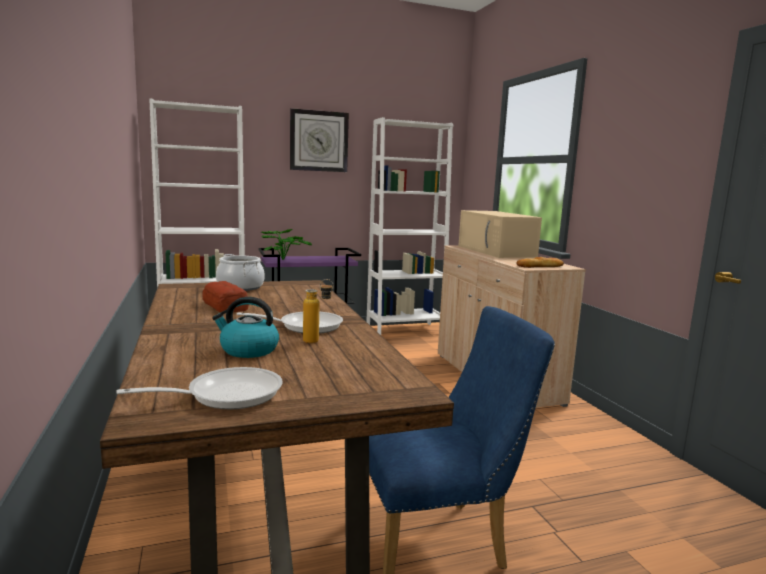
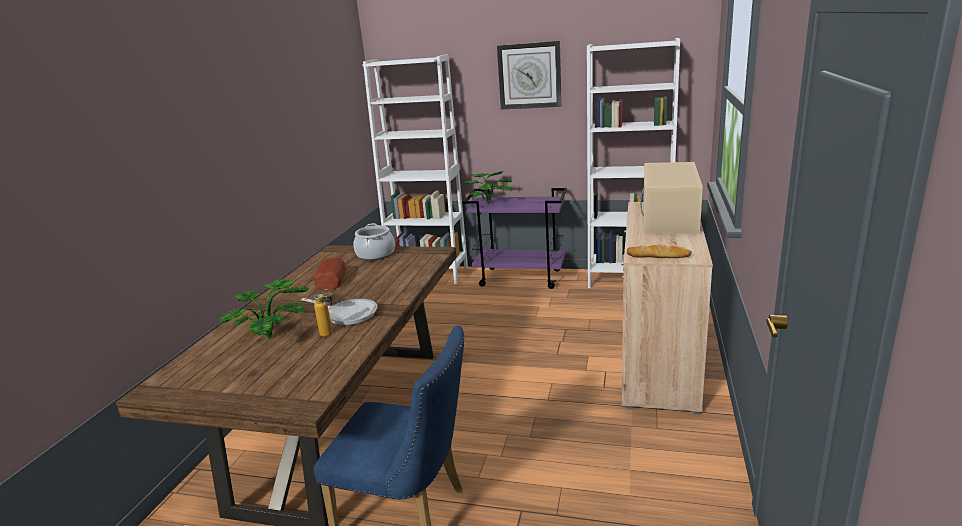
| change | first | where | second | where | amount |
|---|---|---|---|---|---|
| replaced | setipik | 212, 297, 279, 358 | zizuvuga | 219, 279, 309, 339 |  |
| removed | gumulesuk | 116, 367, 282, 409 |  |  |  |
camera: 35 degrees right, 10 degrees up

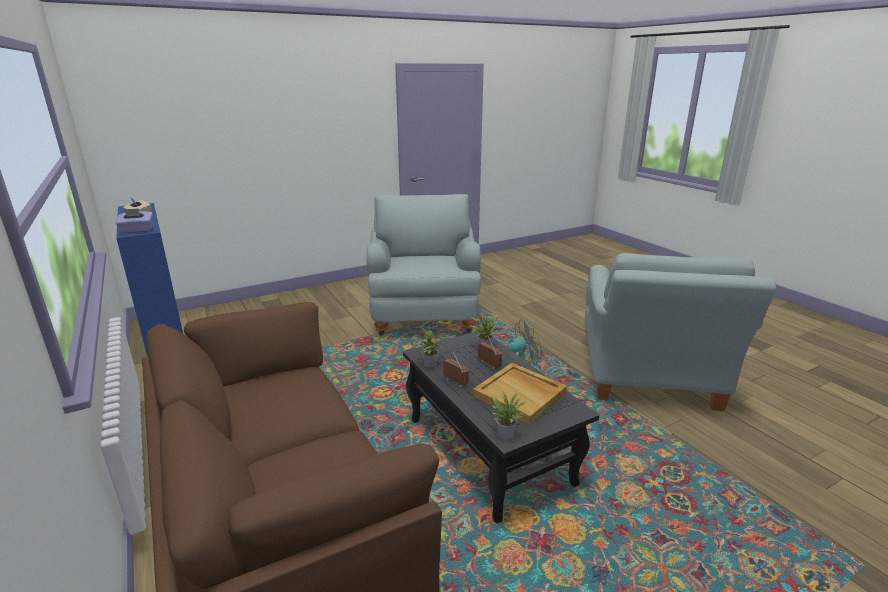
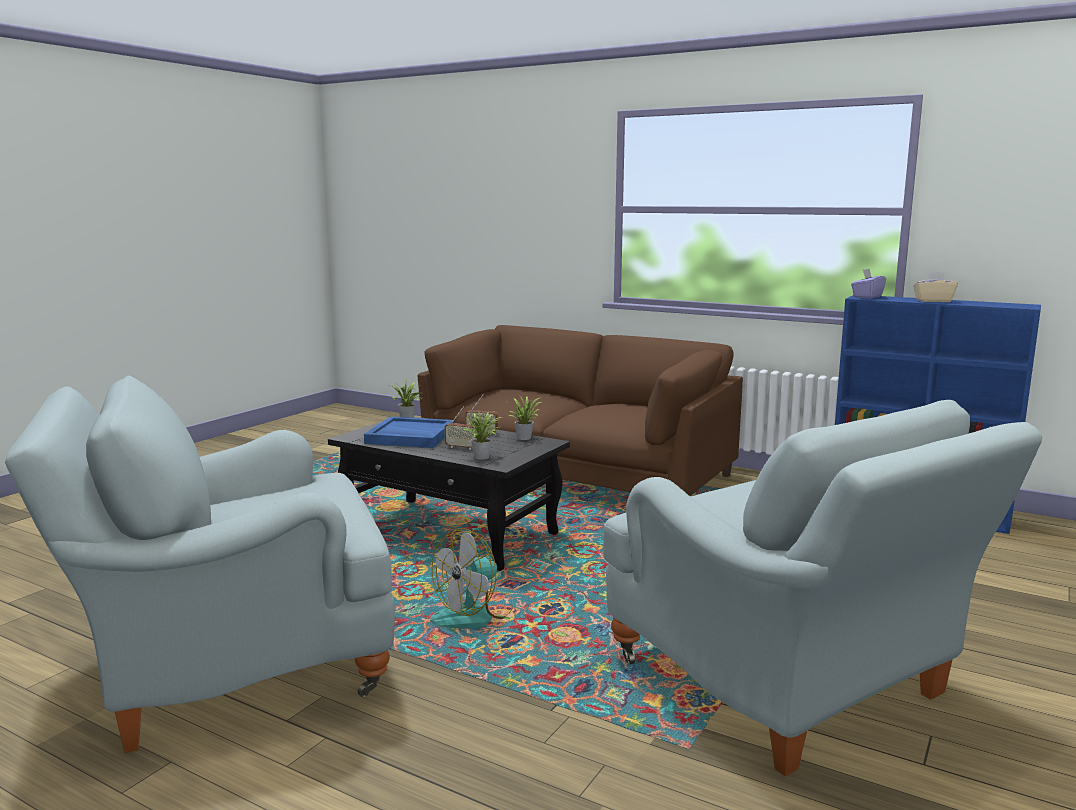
| change | first | where | second | where | amount |
|---|---|---|---|---|---|
| turned | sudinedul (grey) | 585, 253, 776, 411 |  | 5, 376, 395, 753 | 90 degrees counterclockwise |
| recoloured | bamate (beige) | 473, 363, 567, 425 | bamate (blue) | 364, 417, 455, 448 |  |
camera: 150 degrees right, 10 degrees down

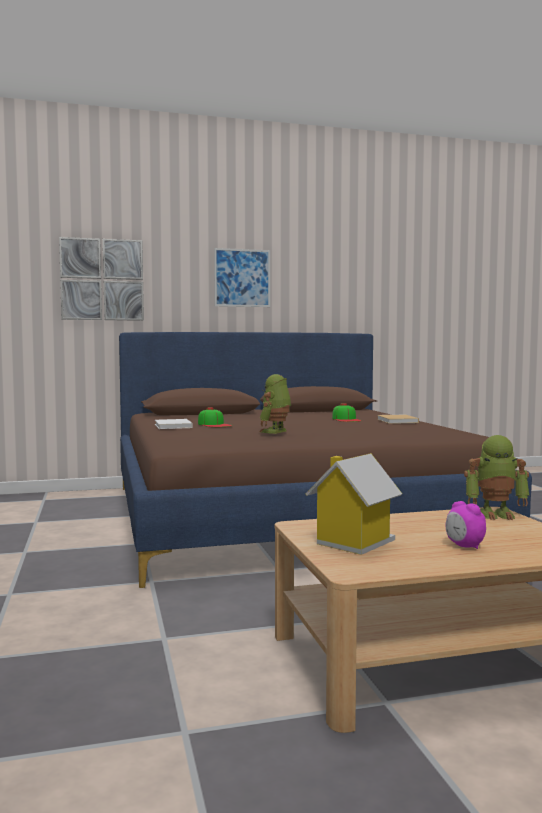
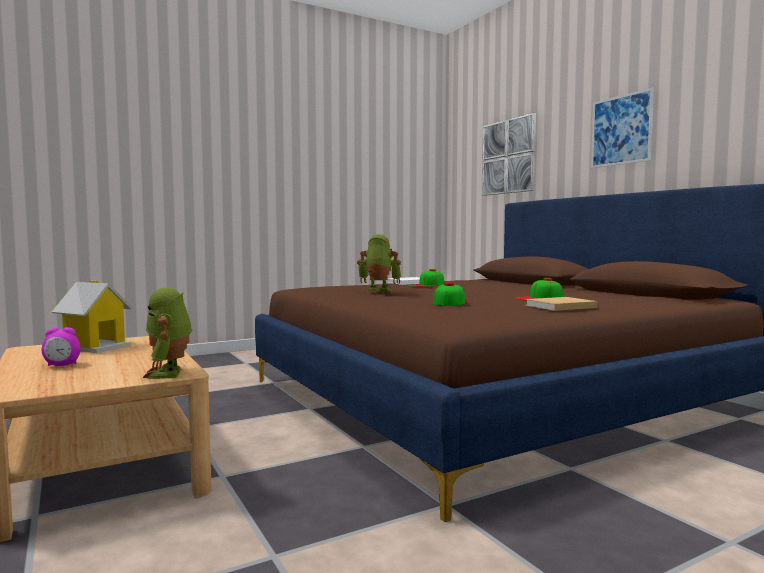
| change | first | where | second | where | amount |
|---|---|---|---|---|---|
| turned | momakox | 446, 501, 486, 549 |  | 42, 327, 80, 366 | 150 degrees counterclockwise |
| added |  |  | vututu | 433, 282, 468, 306 |  |
camera: 75 degrees right, 0 degrees up

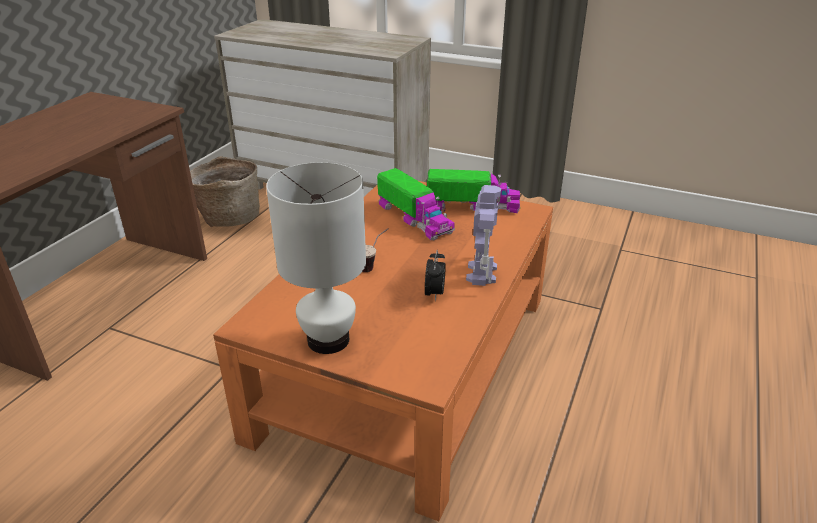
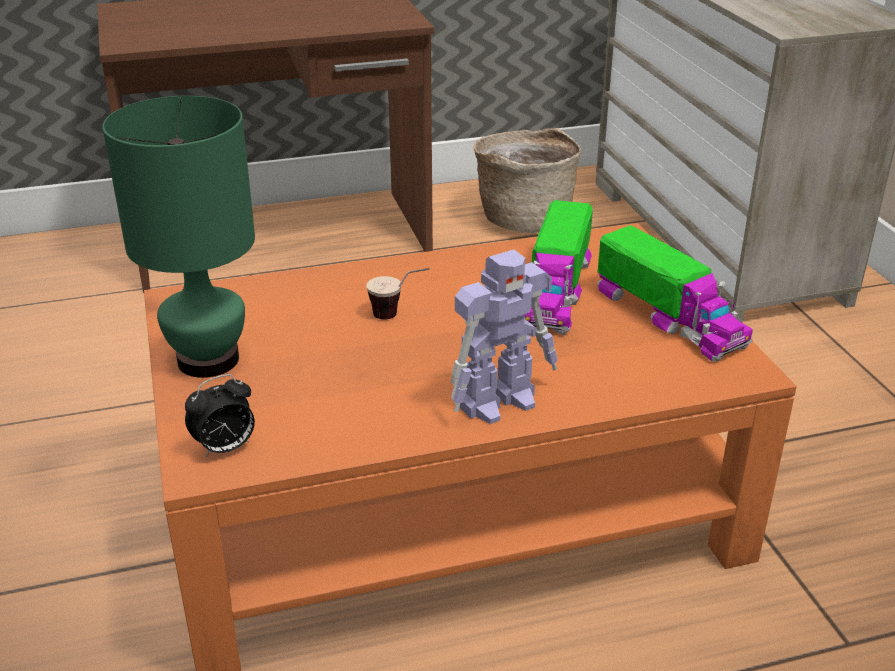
| change | first | where | second | where | amount |
|---|---|---|---|---|---|
| recoloured | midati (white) | 266, 162, 366, 354 | midati (green) | 102, 96, 255, 378 |  |
| moved | momakox | 425, 250, 446, 301 |  | 185, 374, 255, 458 |  |
camera: 50 degrees right, 0 degrees up

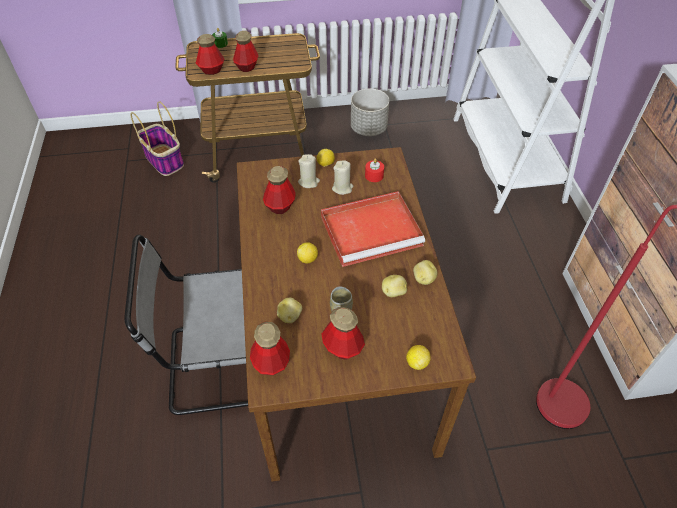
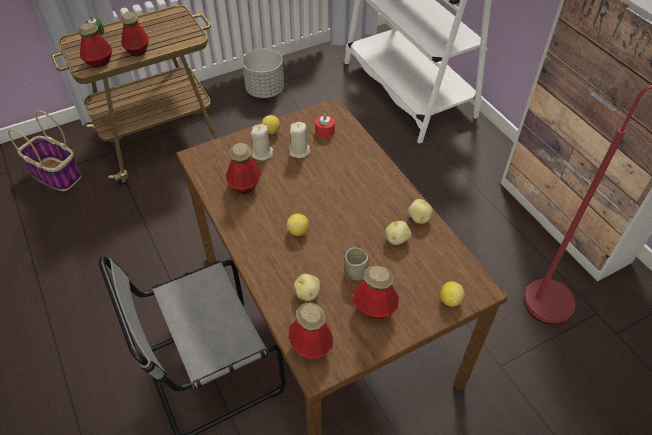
| change | first | where | second | where | amount |
|---|---|---|---|---|---|
| removed | bamate (red) | 321, 191, 425, 267 |  |  |  |
camera: 20 degrees left, 0 degrees up

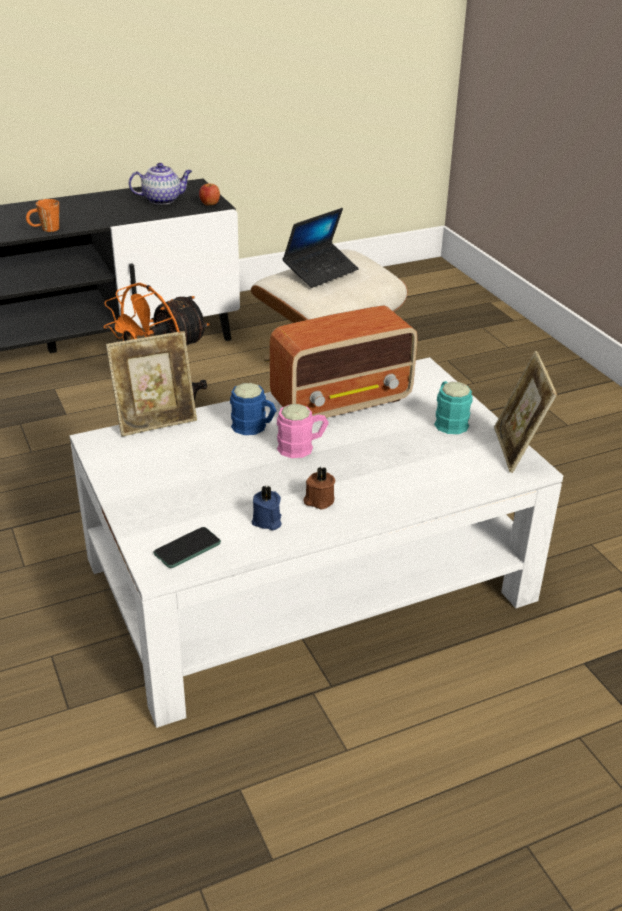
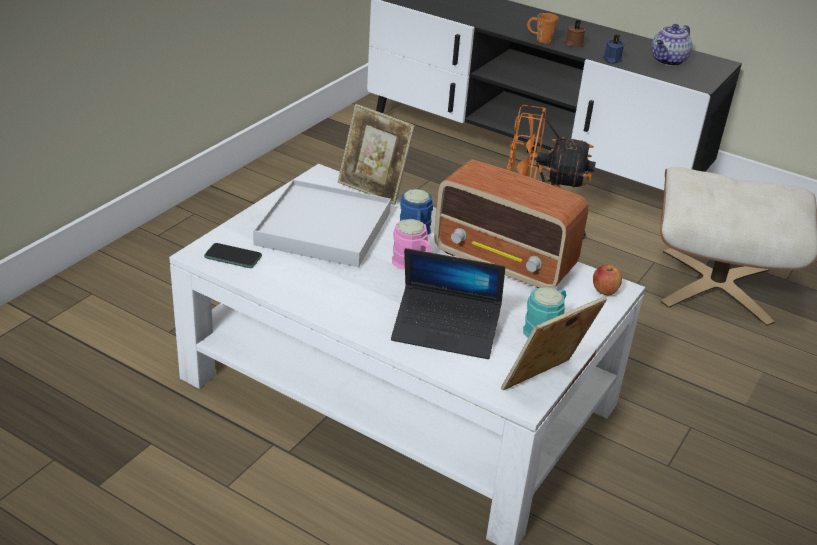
| change | first | where | second | where | amount |
|---|---|---|---|---|---|
| added |  |  | bamate (white) | 253, 180, 391, 267 |  |
| moved | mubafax | 282, 208, 359, 288 |  | 391, 248, 505, 359 |  |
| moved | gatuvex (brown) | 303, 467, 335, 510 |  | 564, 20, 585, 48 |  |
| moved | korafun | 199, 184, 220, 205 |  | 593, 265, 622, 295 |  |
| moved | gatuvex (blue) | 252, 486, 281, 530 |  | 603, 34, 625, 64 |  |
| turned | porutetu | 129, 163, 192, 205 |  | 651, 24, 692, 66 | 90 degrees clockwise |
camera: 55 degrees right, 0 degrees up

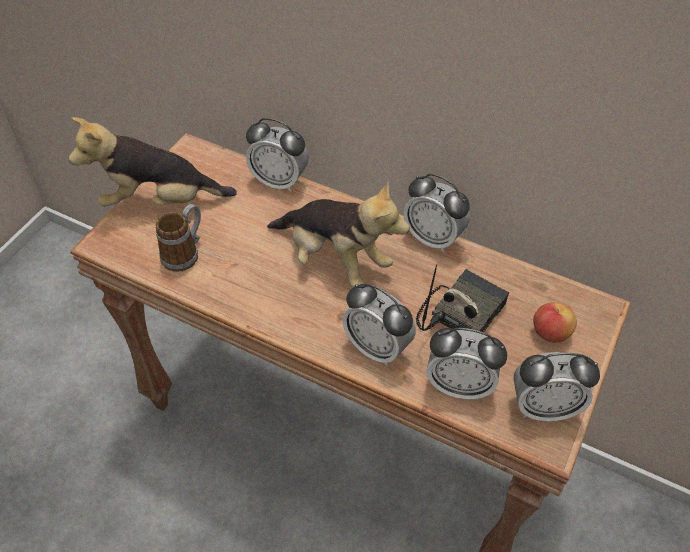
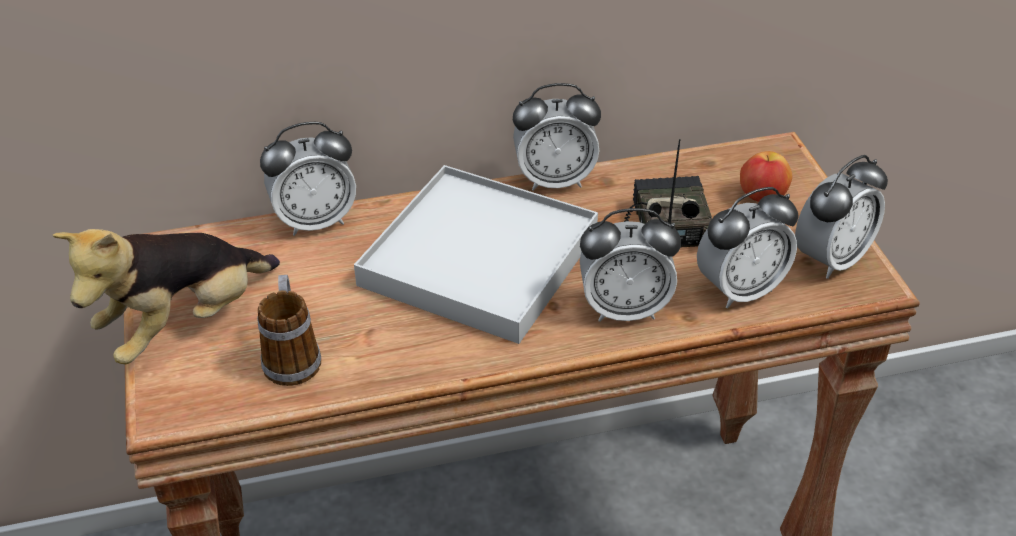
| change | first | where | second | where | amount |
|---|---|---|---|---|---|
| replaced | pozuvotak | 267, 181, 410, 287 | bamate (white) | 354, 165, 598, 344 |  |
camera: 40 degrees left, 10 degrees down

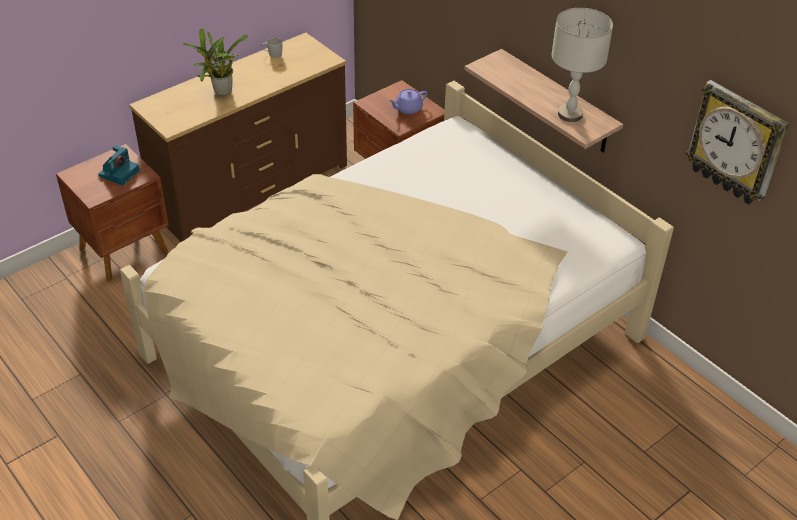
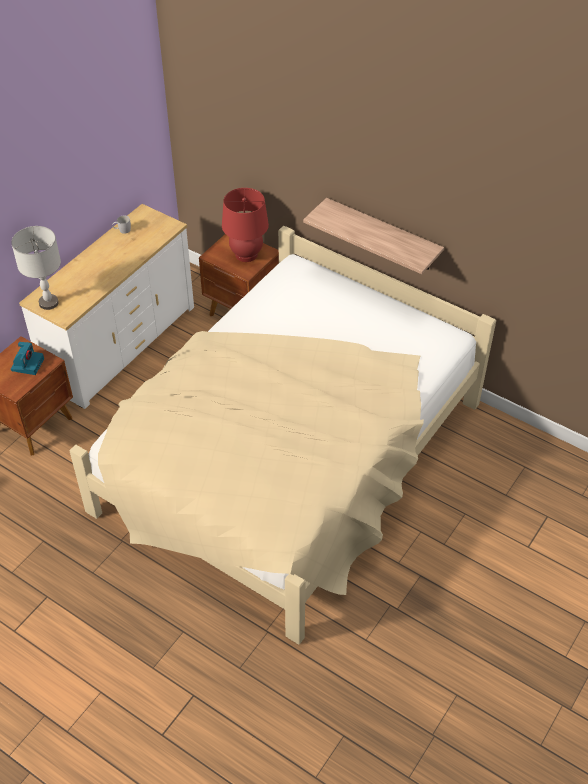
| change | first | where | second | where | amount |
|---|---|---|---|---|---|
| moved | midati (grey) | 551, 8, 613, 122 |  | 11, 226, 61, 310 |  |
| recoloured | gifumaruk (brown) | 129, 33, 347, 242 | gifumaruk (white) | 19, 204, 194, 409 |  |
| replaced | porutetu (purple) | 389, 89, 427, 114 | midati (red) | 222, 188, 269, 262 |  |
| removed | zizuvuga | 183, 28, 249, 96 |  |  |  |
| removed | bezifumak | 685, 80, 789, 205 |  |  |  |
camera: 15 degrees left, 5 degrees up

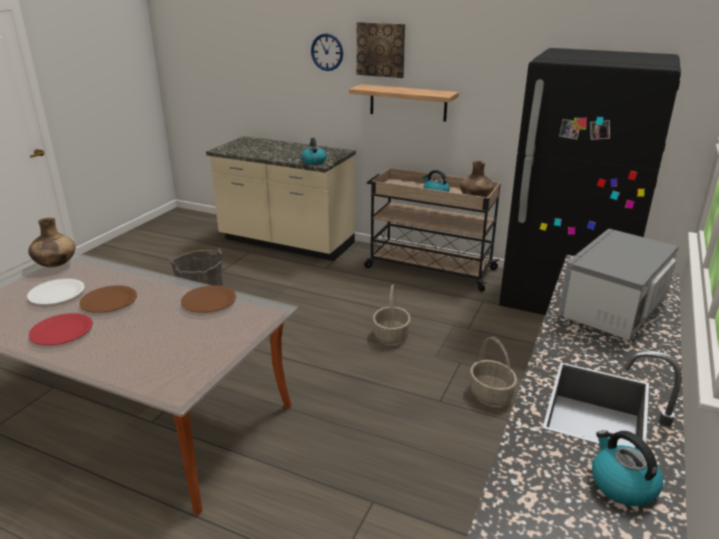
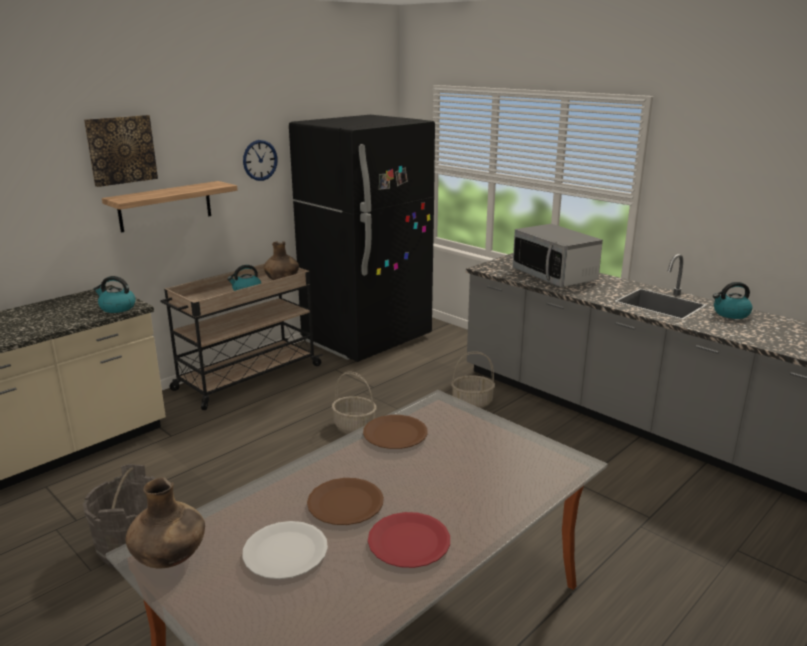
| change | first | where | second | where | amount |
|---|---|---|---|---|---|
| moved | bezifumak | 311, 33, 343, 71 |  | 243, 140, 278, 181 |  |
camera: 70 degrees left, 5 degrees down

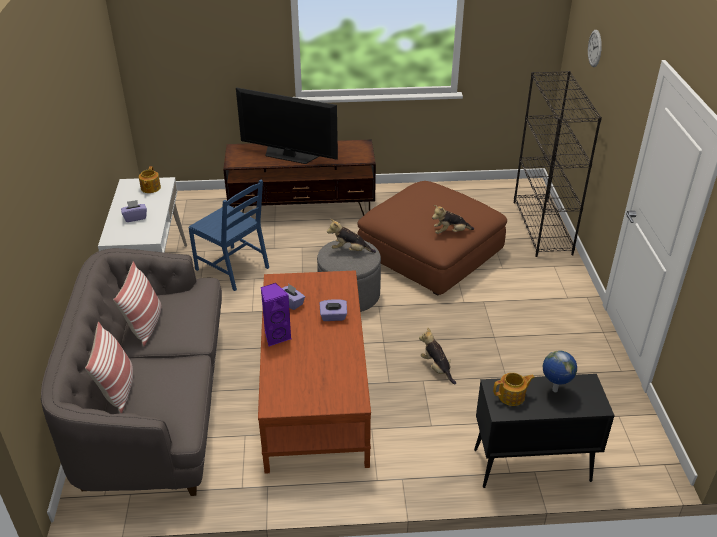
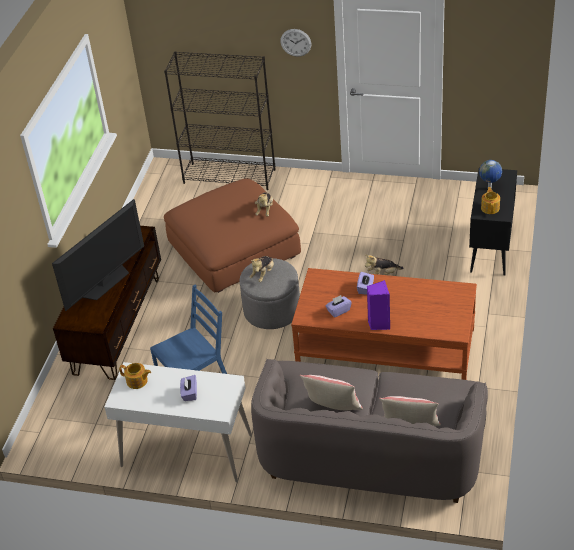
| change | first | where | second | where | amount |
|---|---|---|---|---|---|
| moved | bezifumak | 588, 30, 602, 67 |  | 280, 29, 311, 57 |  |
camera: 70 degrees left, 5 degrees up

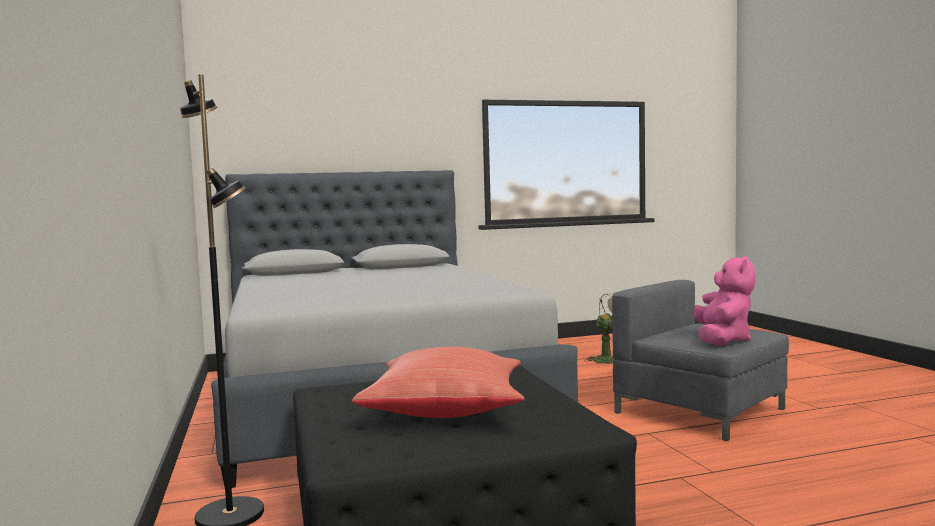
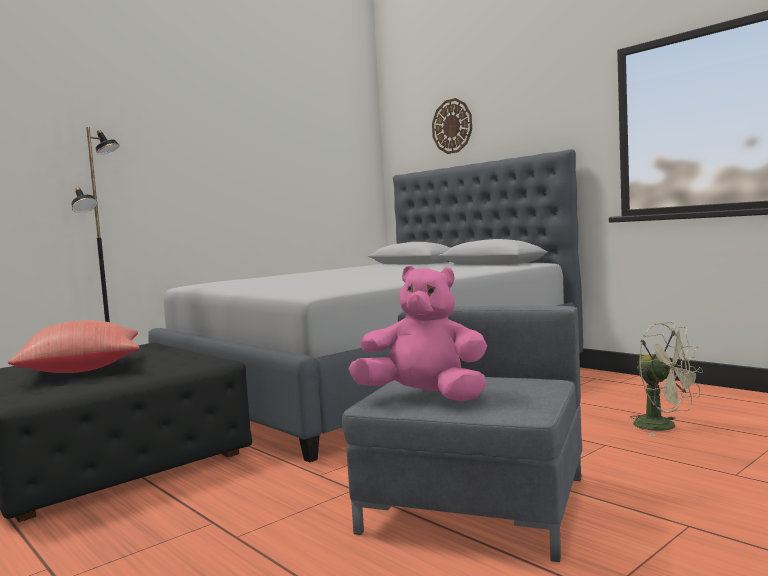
| change | first | where | second | where | amount |
|---|---|---|---|---|---|
| turned | pozuvotak (pink) | 694, 255, 755, 345 |  | 349, 266, 487, 401 | 150 degrees counterclockwise |
| added |  |  | bezifumak | 432, 98, 472, 154 |  |
camera: 65 degrees right, 0 degrees up

